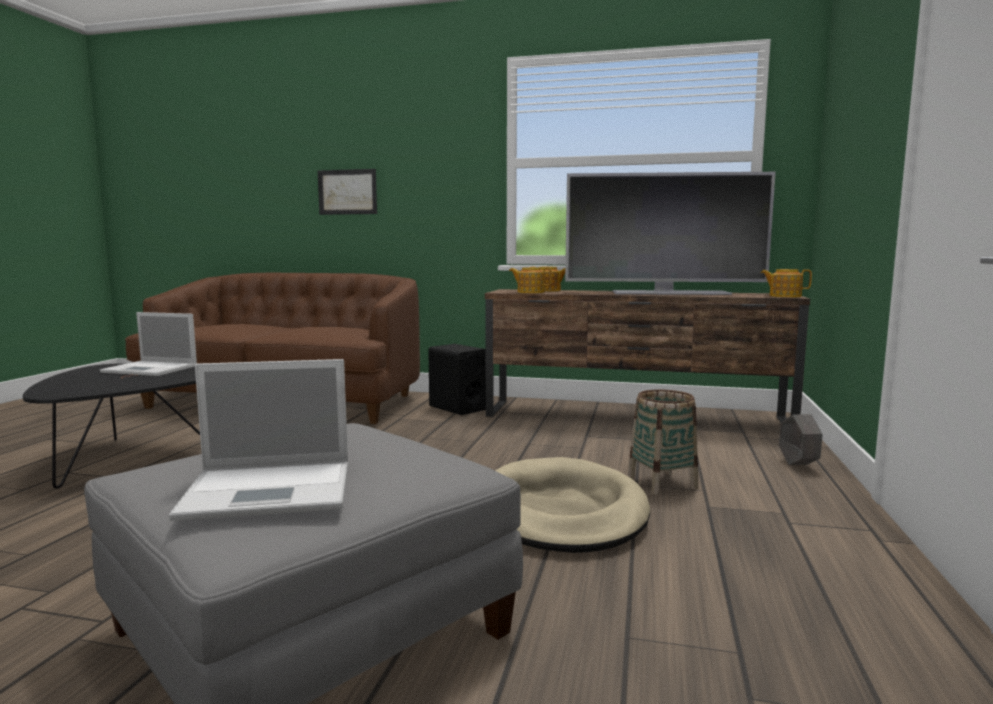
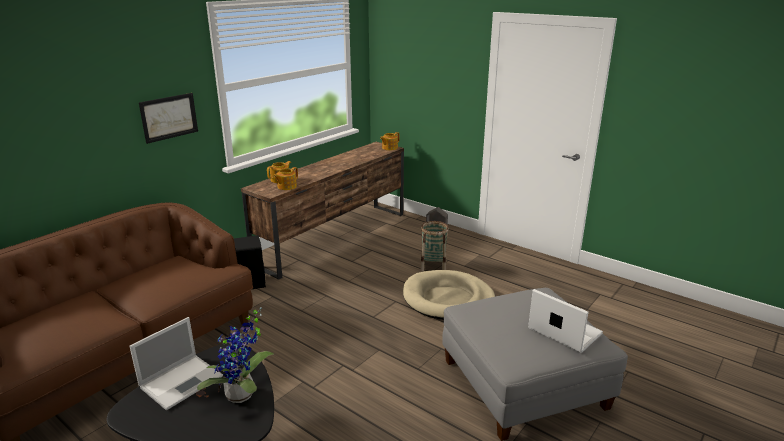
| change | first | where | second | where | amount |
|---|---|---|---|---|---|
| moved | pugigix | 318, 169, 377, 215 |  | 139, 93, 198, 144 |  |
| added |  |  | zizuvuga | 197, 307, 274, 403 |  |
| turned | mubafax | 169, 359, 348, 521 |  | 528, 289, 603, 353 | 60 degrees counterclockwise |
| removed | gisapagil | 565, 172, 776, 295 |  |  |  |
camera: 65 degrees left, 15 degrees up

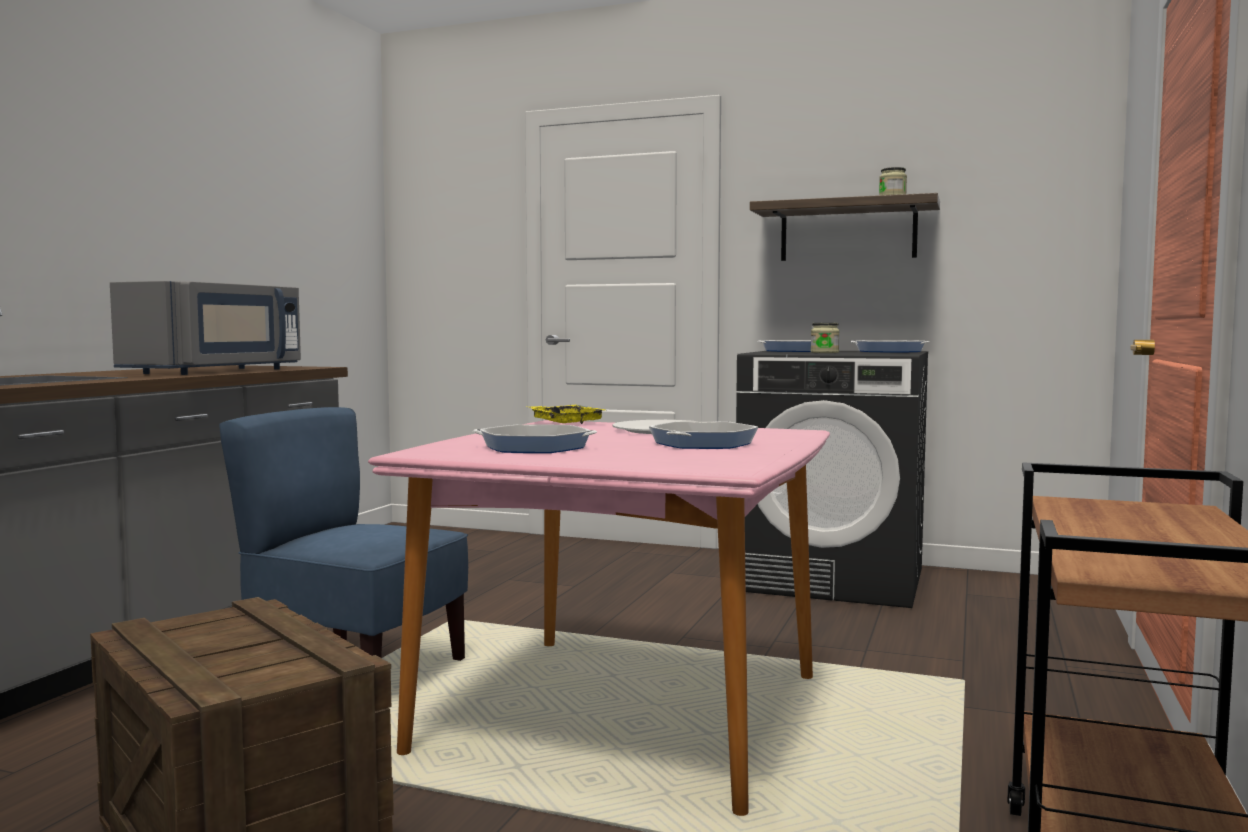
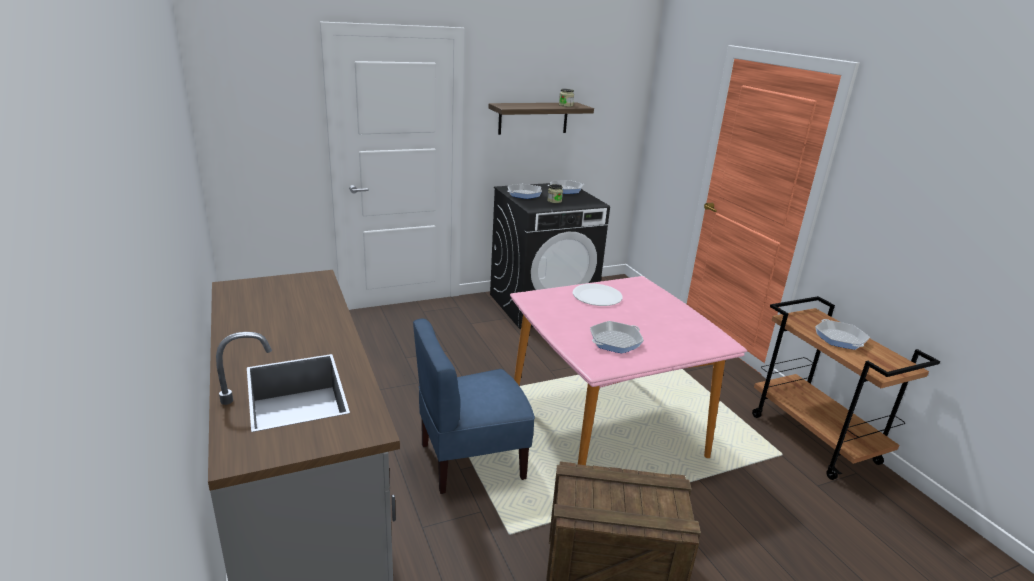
| change | first | where | second | where | amount |
|---|---|---|---|---|---|
| moved | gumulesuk | 649, 421, 758, 449 |  | 815, 319, 870, 350 |  |
| removed | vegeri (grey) | 110, 281, 301, 375 |  |  |  |
| removed | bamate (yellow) | 530, 404, 605, 424 |  |  |  |
camera: 45 degrees left, 20 degrees up

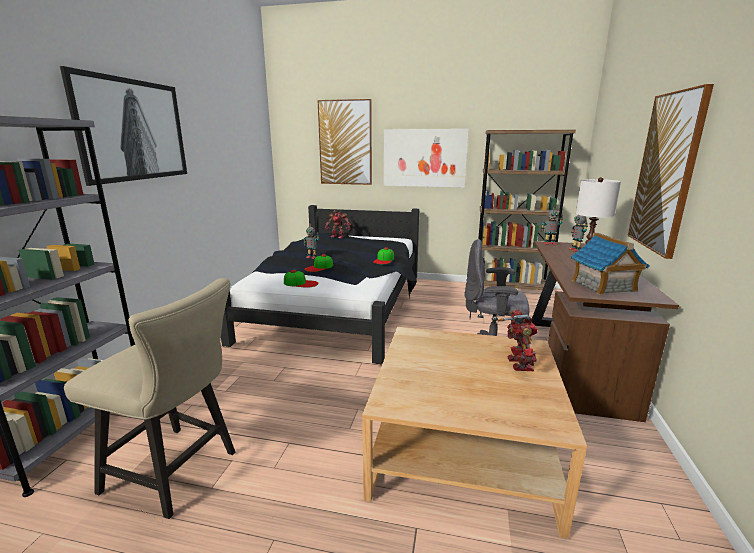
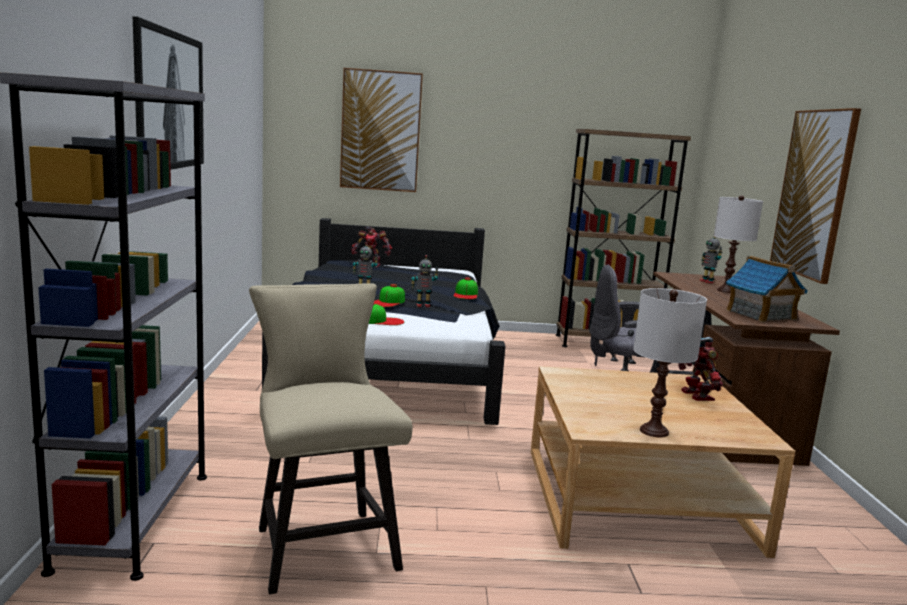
| change | first | where | second | where | amount |
|---|---|---|---|---|---|
| turned | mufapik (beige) | 64, 278, 235, 519 |  | 249, 283, 413, 594 | 120 degrees counterclockwise |
| moved | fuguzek | 541, 206, 563, 245 |  | 411, 255, 439, 307 |  |
| added |  |  | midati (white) | 633, 288, 707, 437 |  |
| removed | pugigix | 383, 129, 469, 187 |  |  |  |
camera: 15 degrees left, 5 degrees down

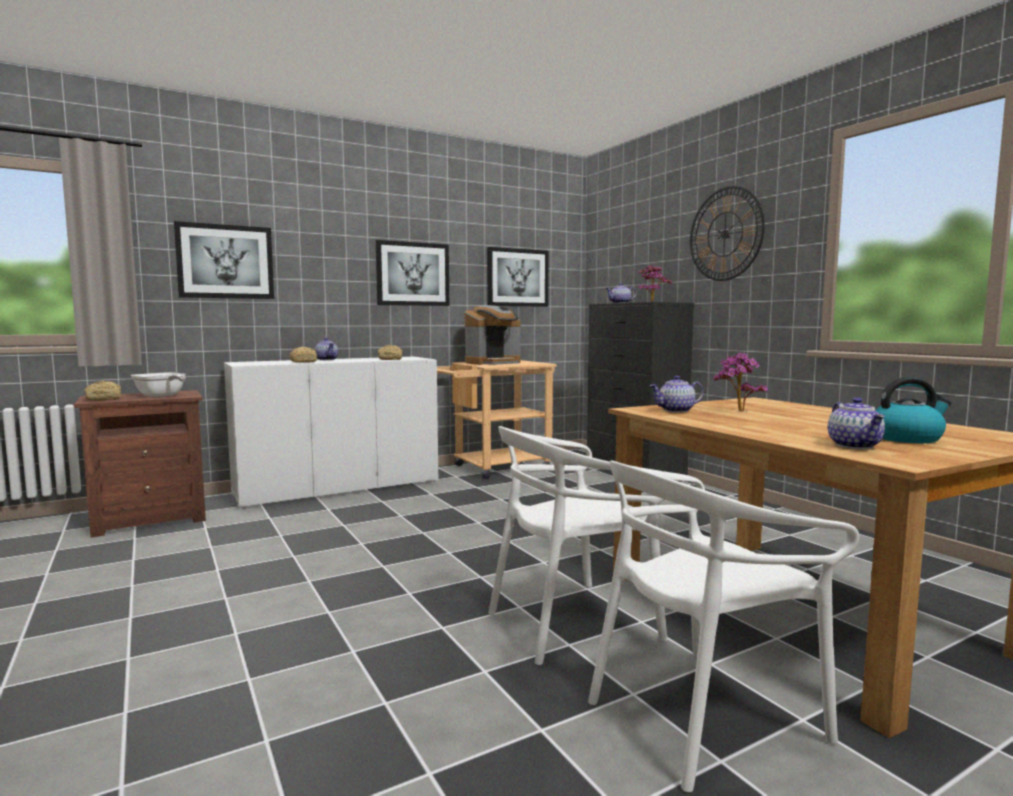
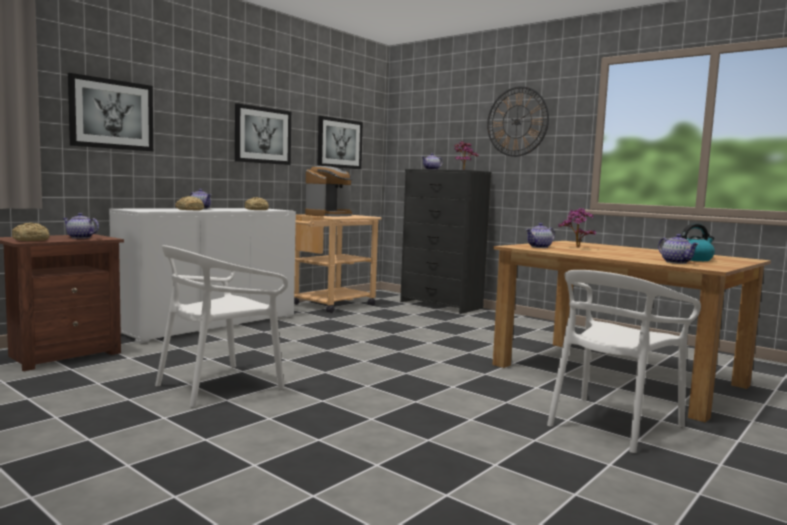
| change | first | where | second | where | amount |
|---|---|---|---|---|---|
| replaced | gumulesuk | 131, 372, 186, 397 | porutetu | 62, 213, 99, 239 |  |
| moved | mufapik (white) | 489, 426, 668, 665 |  | 155, 245, 288, 408 |  |
camera: 20 degrees left, 0 degrees up

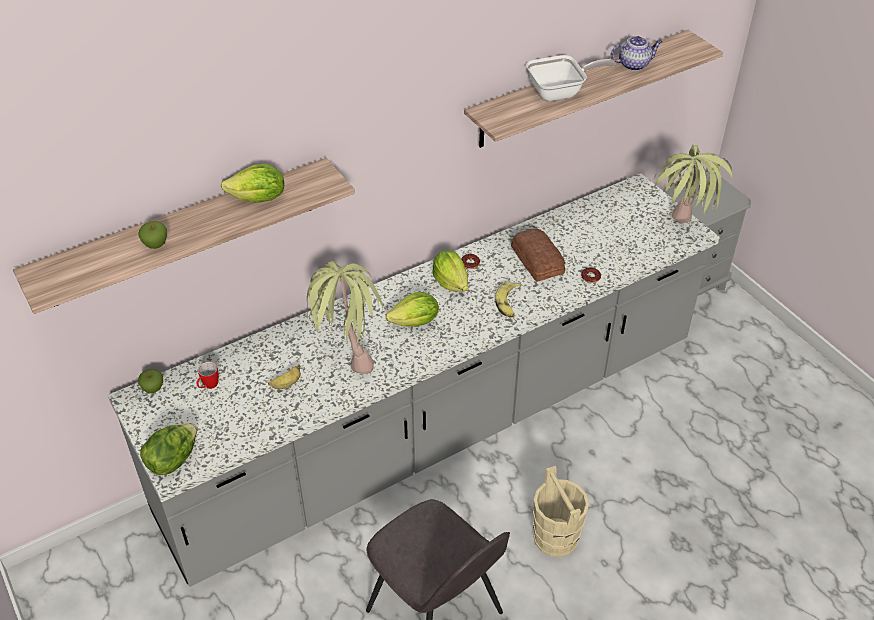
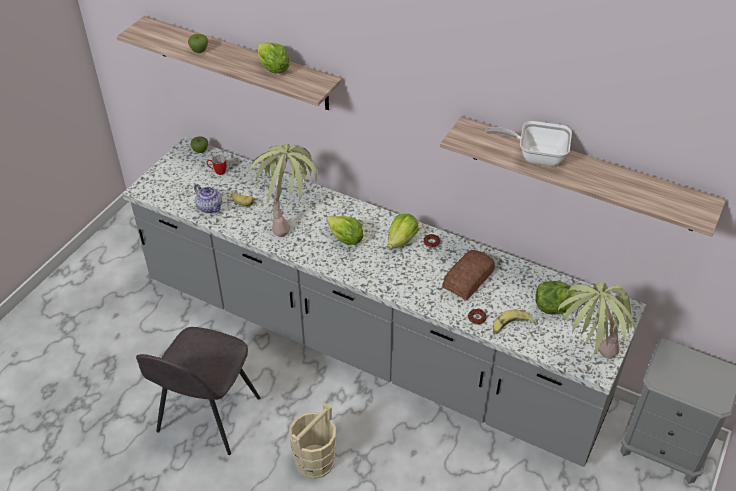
| change | first | where | second | where | amount |
|---|---|---|---|---|---|
| moved | porutetu | 610, 36, 663, 71 |  | 194, 184, 222, 213 |  |
| turned | gumulesuk | 526, 55, 616, 101 |  | 485, 121, 572, 166 | 150 degrees clockwise |
| moved | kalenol | 495, 282, 522, 318 |  | 493, 310, 535, 334 |  |
| moved | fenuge | 140, 423, 197, 475 |  | 535, 281, 583, 314 |  |
camera: 60 degrees right, 0 degrees up

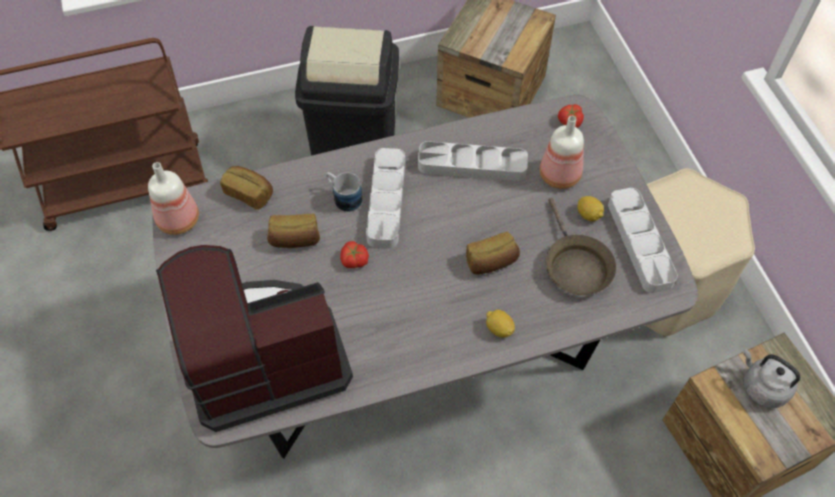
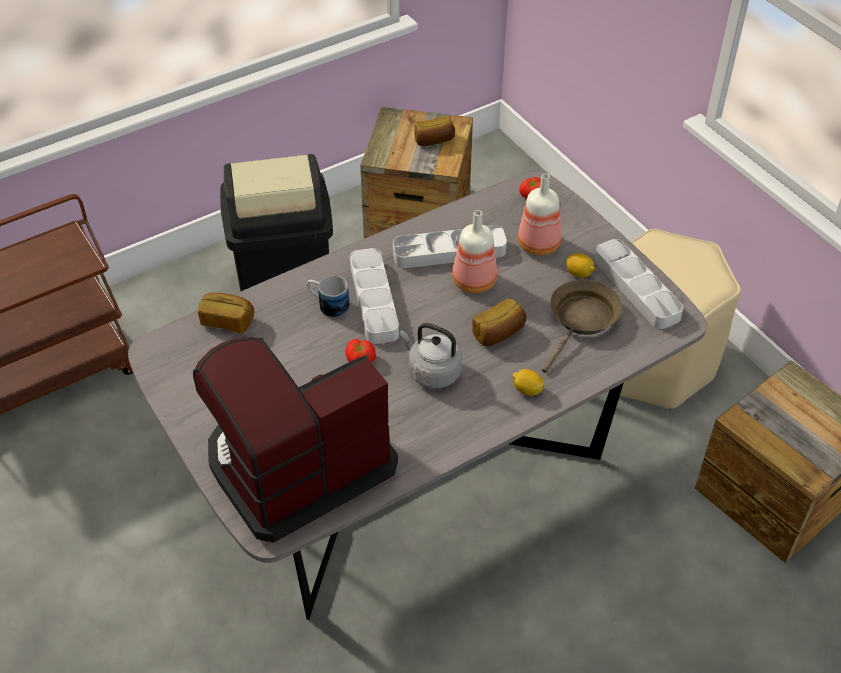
| change | first | where | second | where | amount |
|---|---|---|---|---|---|
| moved | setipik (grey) | 743, 349, 800, 408 |  | 400, 323, 462, 388 |  |
| moved | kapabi | 267, 213, 320, 248 |  | 414, 116, 455, 146 |  |
| moved | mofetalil | 148, 162, 199, 235 |  | 452, 210, 497, 293 |  |
| turned | gumulesuk (brown) | 545, 198, 616, 295 |  | 542, 279, 622, 373 | 120 degrees counterclockwise |
camera: 15 degrees left, 10 degrees down

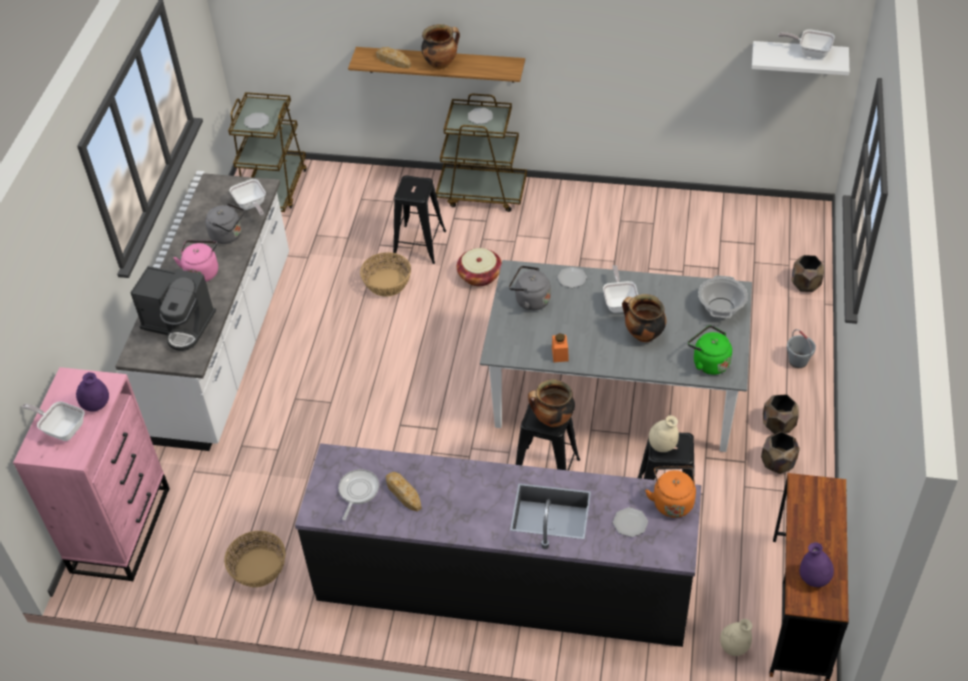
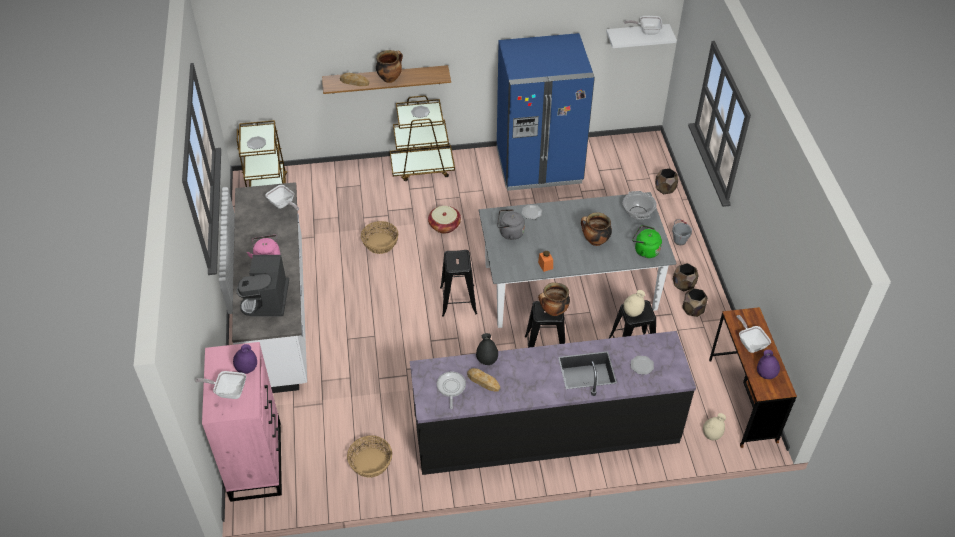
| change | first | where | second | where | amount |
|---|---|---|---|---|---|
| turned | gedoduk | 130, 266, 216, 351 |  | 236, 255, 289, 316 | 90 degrees clockwise |
| moved | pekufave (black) | 392, 175, 446, 264 |  | 440, 250, 477, 317 |  |
| added |  |  | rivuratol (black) | 476, 333, 498, 365 |  |
| added |  |  | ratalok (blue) | 497, 33, 595, 191 |  |
| moved | gumulesuk | 603, 265, 638, 313 |  | 736, 315, 771, 353 |  |
| removed | setipik (grey) | 205, 203, 245, 244 |  |  |  |
| removed | setipik (orange) | 645, 466, 696, 518 |  |  |  |
camera: 20 degrees left, 0 degrees up

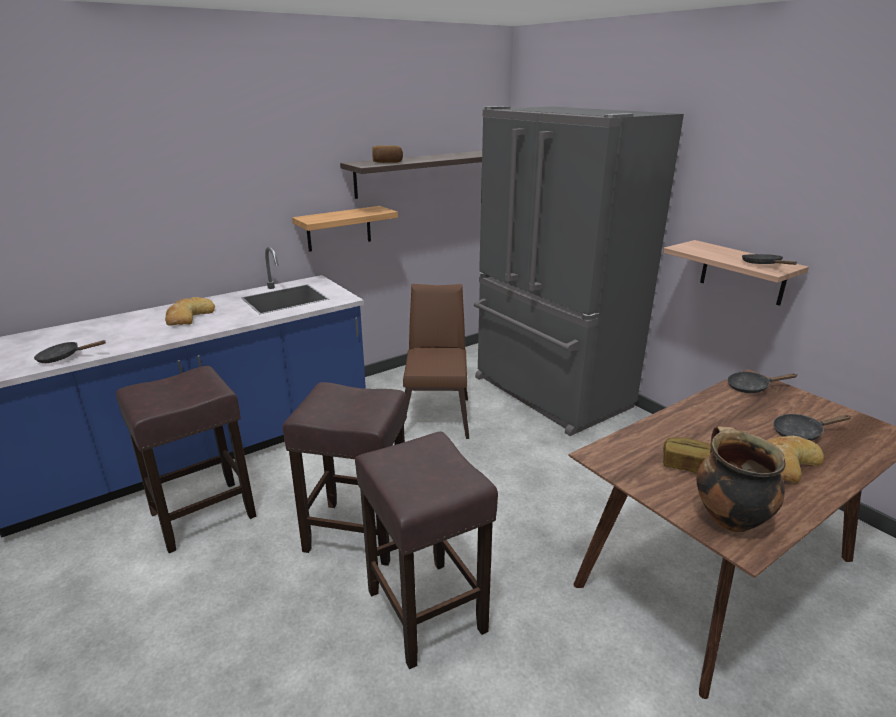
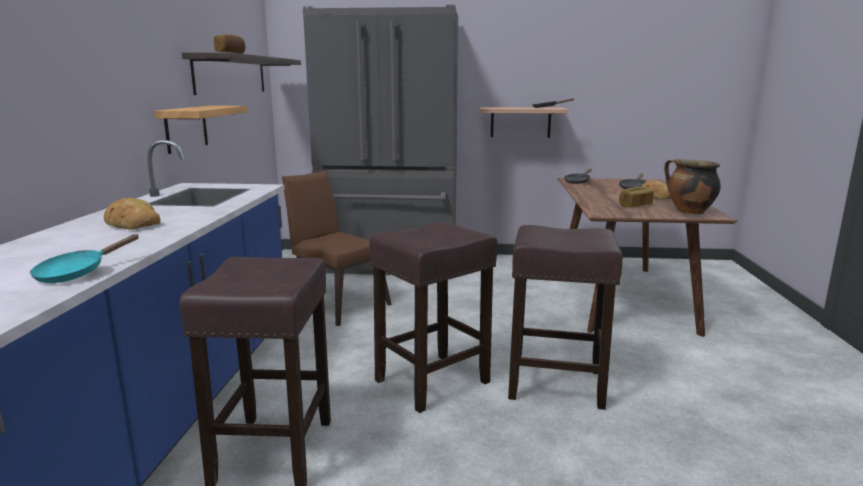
| change | first | where | second | where | amount |
|---|---|---|---|---|---|
| recoloured | gumulesuk (black) | 34, 340, 106, 363 | gumulesuk (turquoise) | 30, 234, 139, 283 |  |
camera: 50 degrees left, 10 degrees down

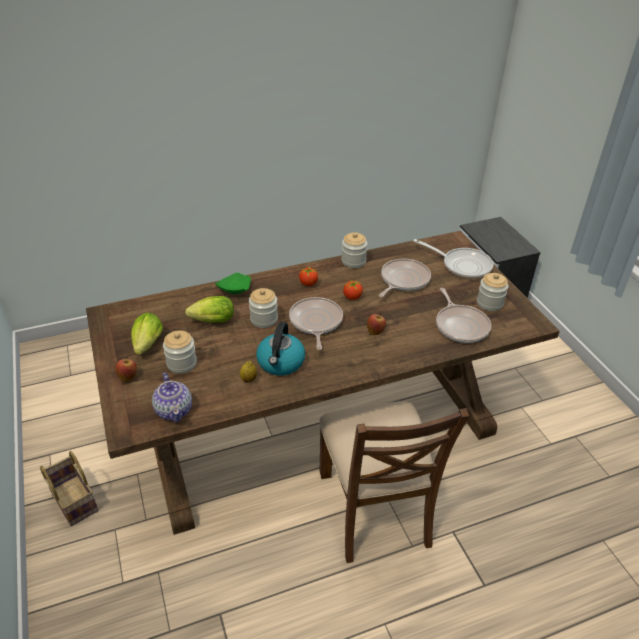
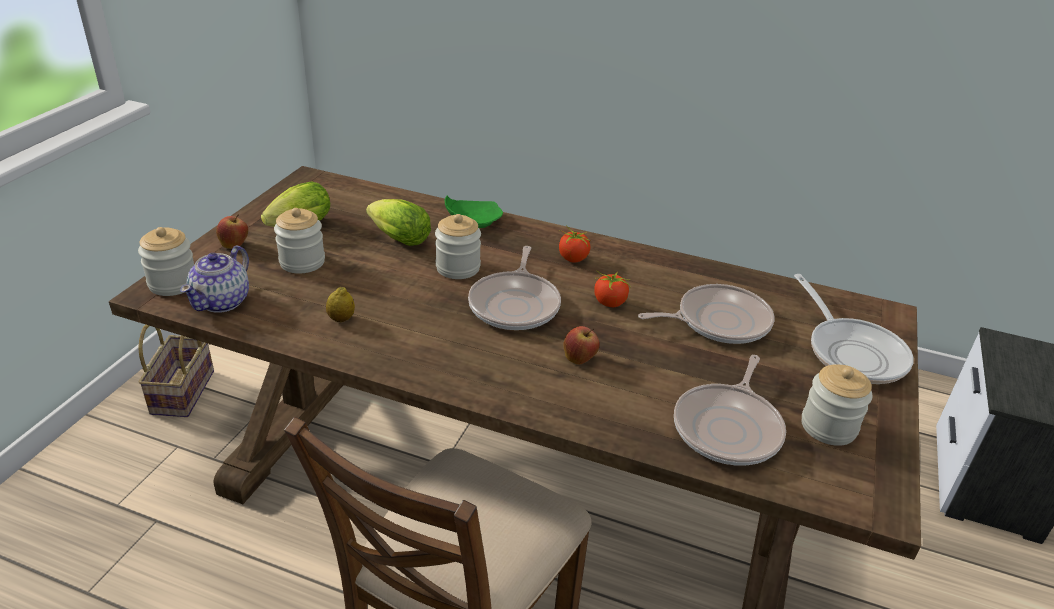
| change | first | where | second | where | amount |
|---|---|---|---|---|---|
| moved | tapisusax | 341, 232, 367, 268 |  | 138, 227, 194, 296 |  |
| turned | gumulesuk | 289, 297, 343, 350 |  | 468, 246, 561, 330 | 150 degrees clockwise |
| removed | setipik | 256, 322, 305, 376 |  |  |  |
camera: 40 degrees right, 5 degrees down

